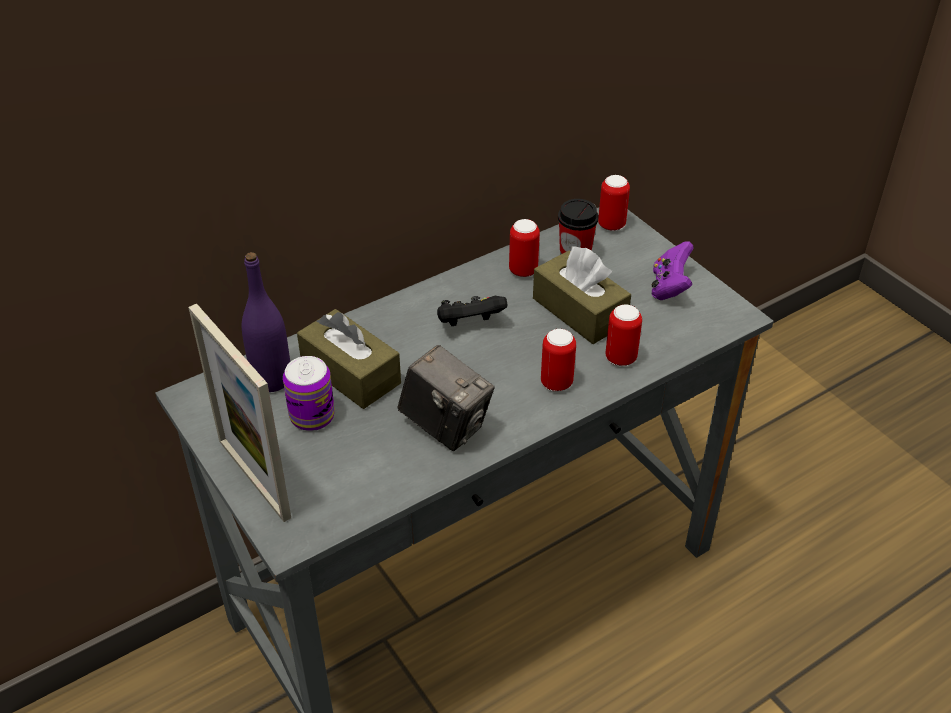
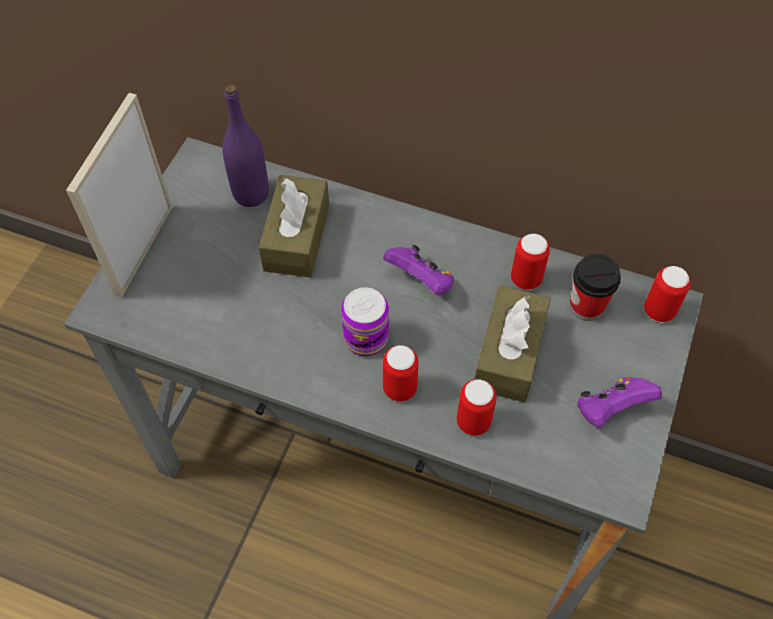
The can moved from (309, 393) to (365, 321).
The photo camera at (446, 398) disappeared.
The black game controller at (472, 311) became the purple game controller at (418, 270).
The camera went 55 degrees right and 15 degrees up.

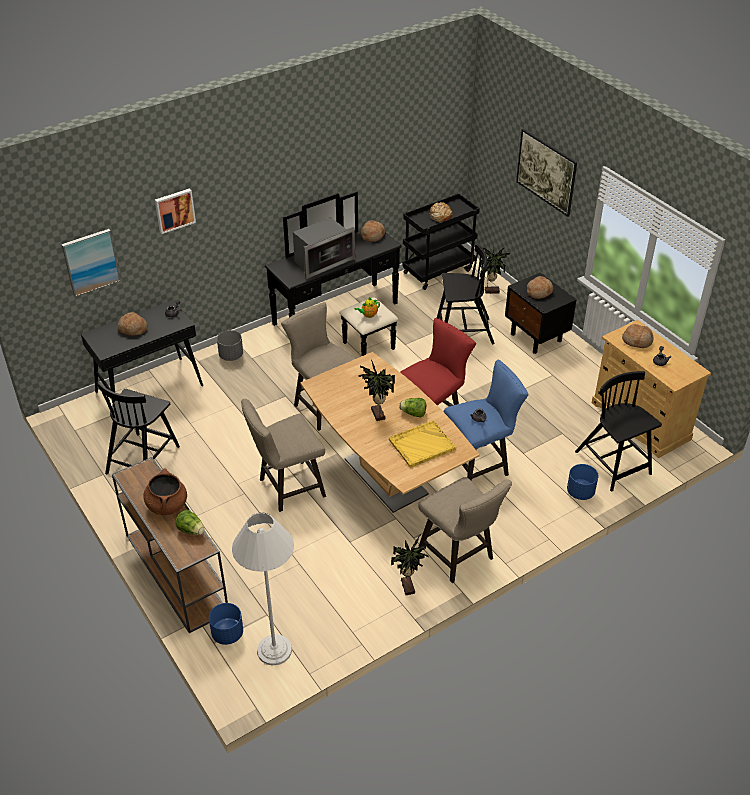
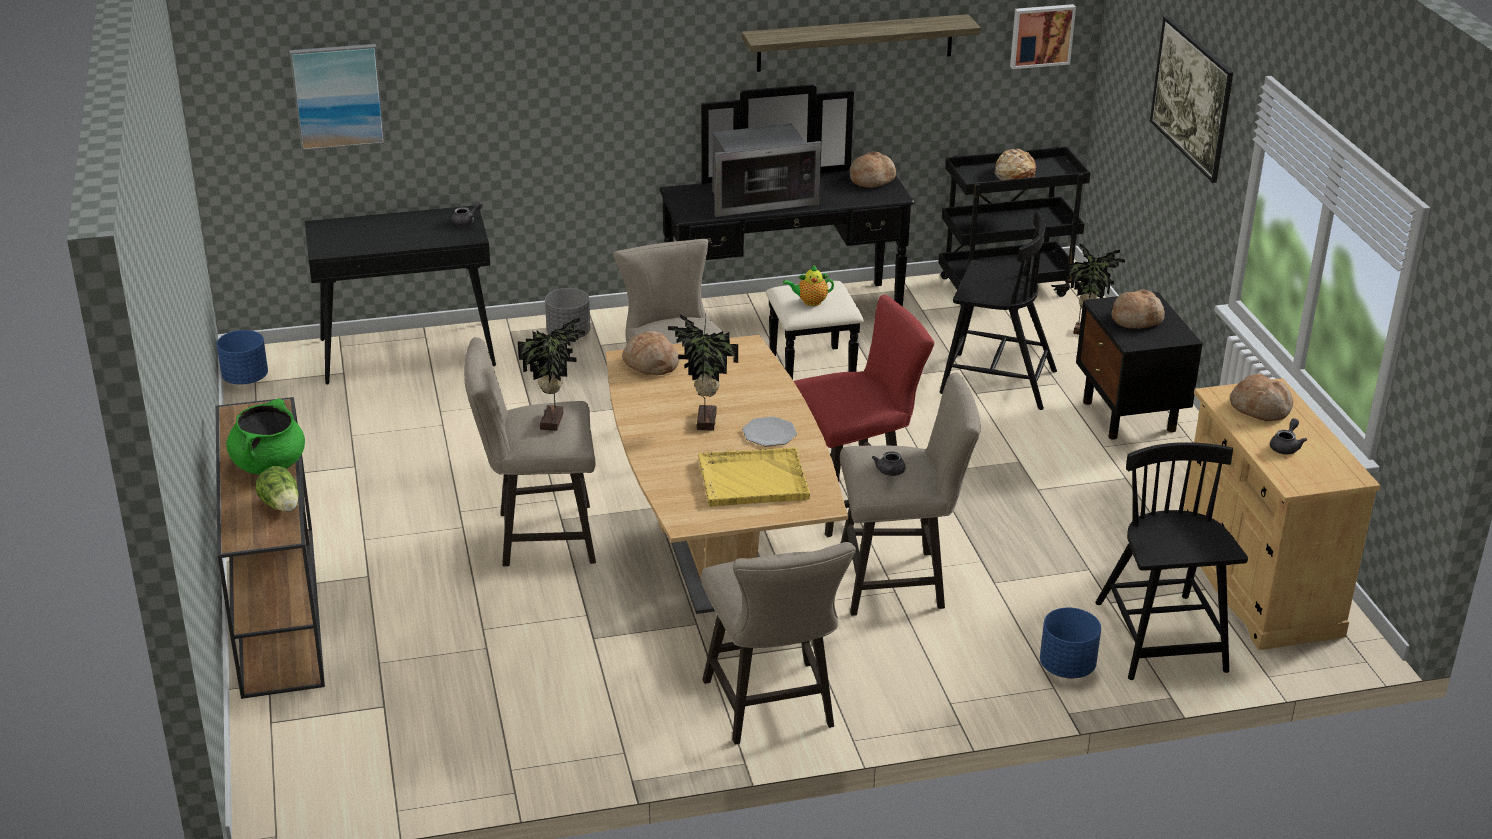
The black chair at (138, 427) disappeared.
The bread moved from (132, 324) to (650, 353).
The brown cooking pot at (165, 491) became the green cooking pot at (265, 437).
The picture moved from (175, 211) to (1043, 36).
The blue planter moved from (226, 624) to (242, 357).
The white floor lamp at (263, 589) disappeared.
The potted plant moved from (410, 564) to (551, 374).
The lettuce at (412, 407) was replaced by the plate at (769, 431).
The blue stool at (486, 420) became the beige stool at (910, 494).
The shelf at (861, 43) appeared.
The camera went 20 degrees right and 10 degrees down.

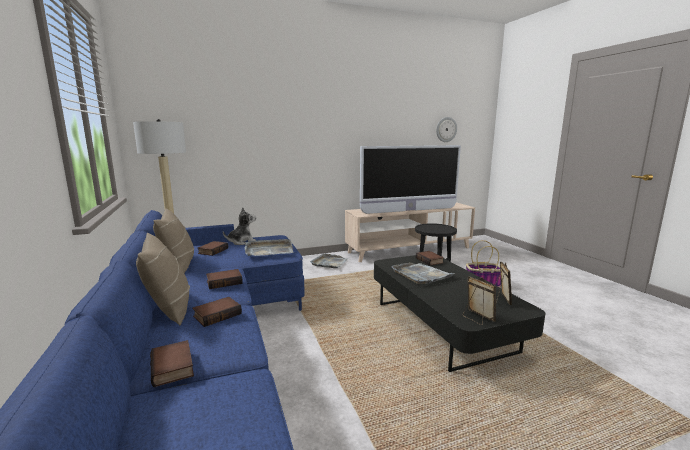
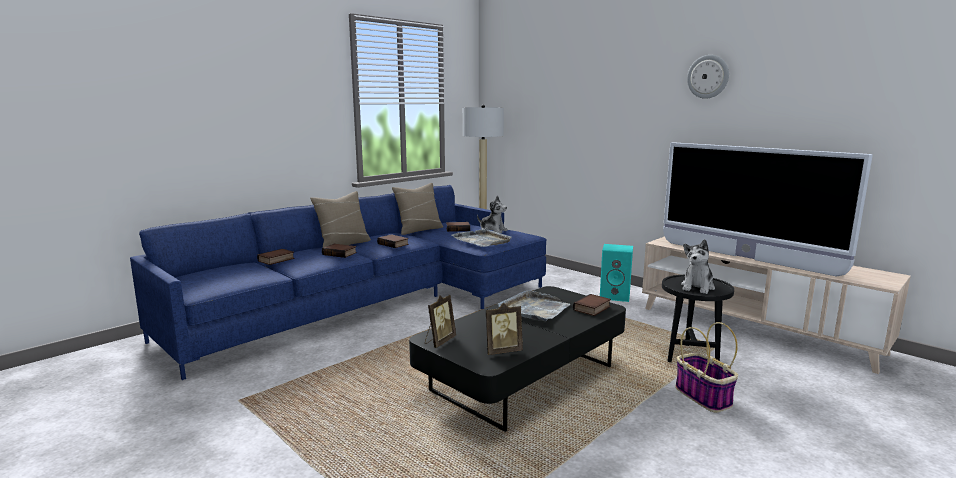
The grey tray at (329, 260) was replaced by the turquoise speaker at (616, 273).
The wall clock moved from (446, 129) to (708, 77).
The plush toy at (698, 266) appeared.
The camera went 65 degrees right and 0 degrees up.

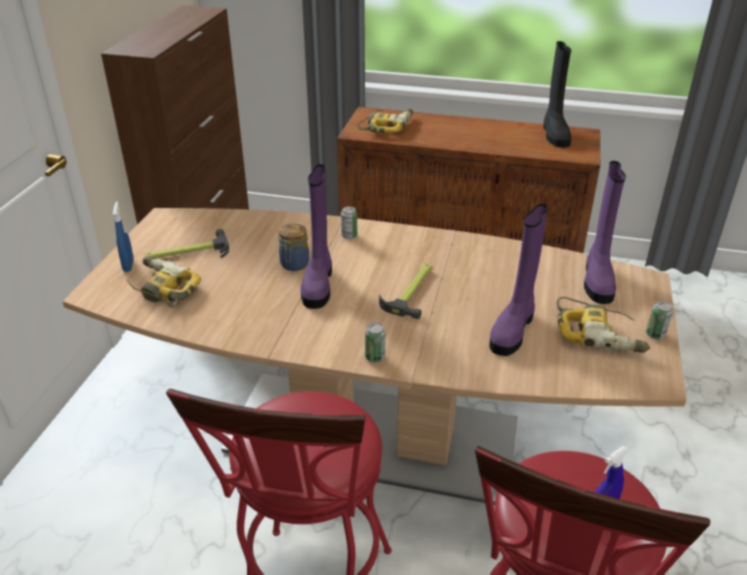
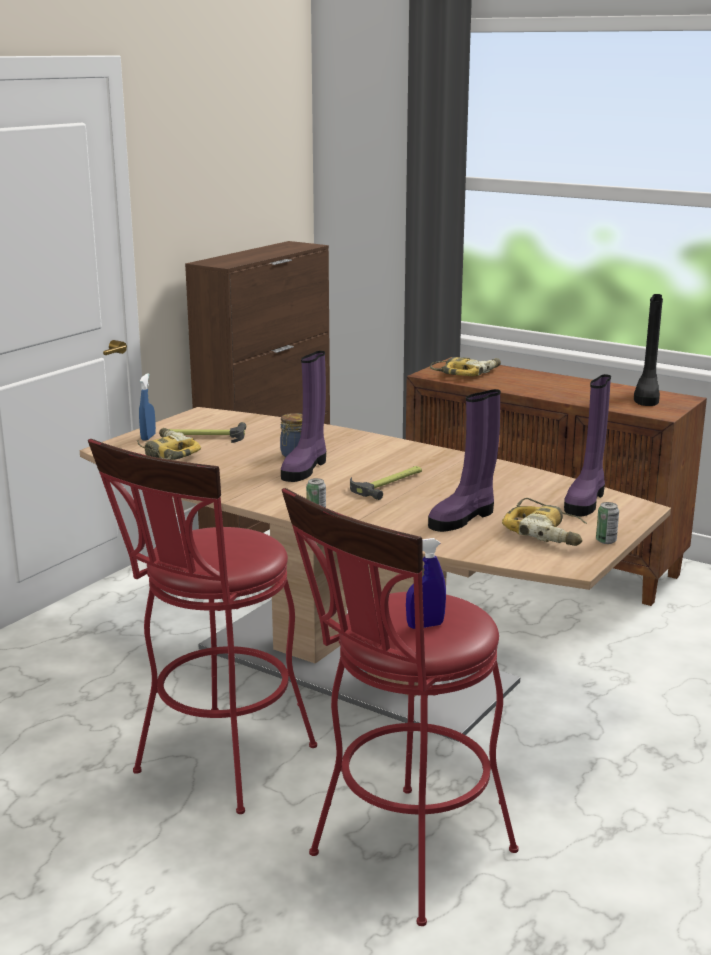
The can at (349, 222) disappeared.
The camera went 20 degrees right and 15 degrees down.

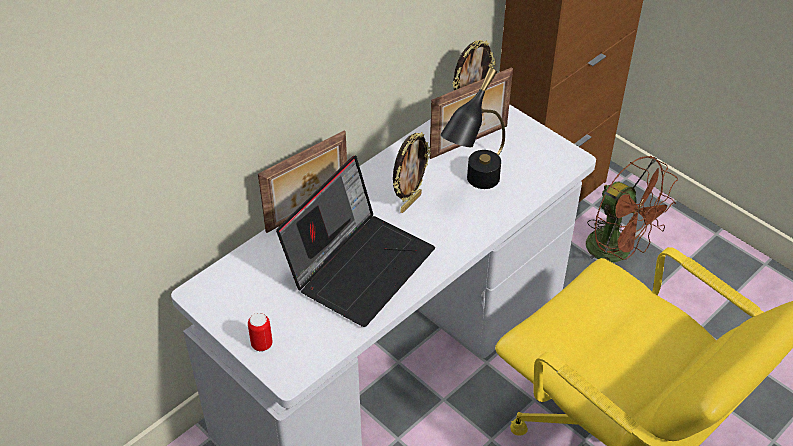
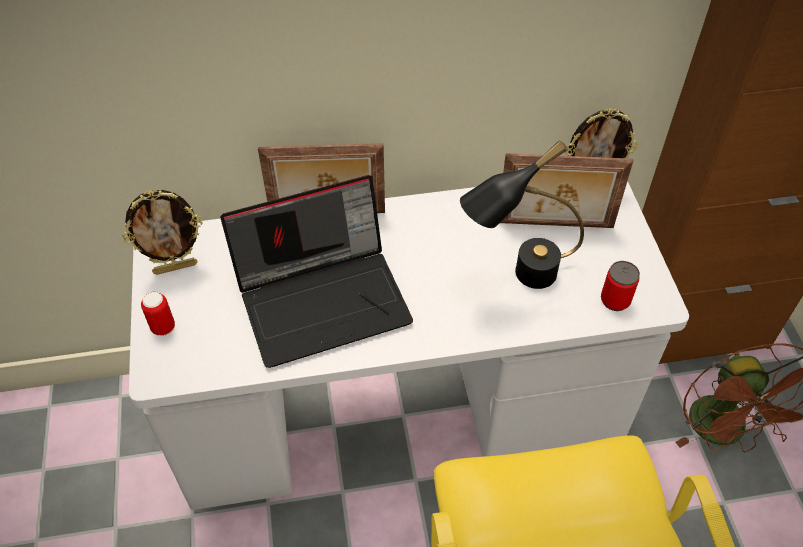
The picture frame moved from (412, 172) to (162, 232).
The can at (620, 286) appeared.
The camera went 35 degrees right and 5 degrees up.

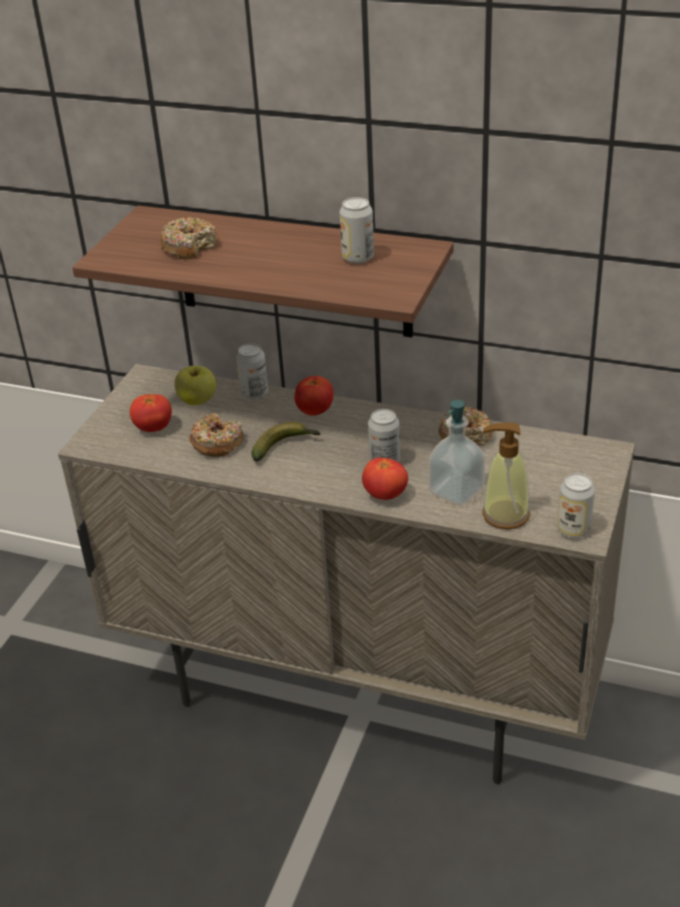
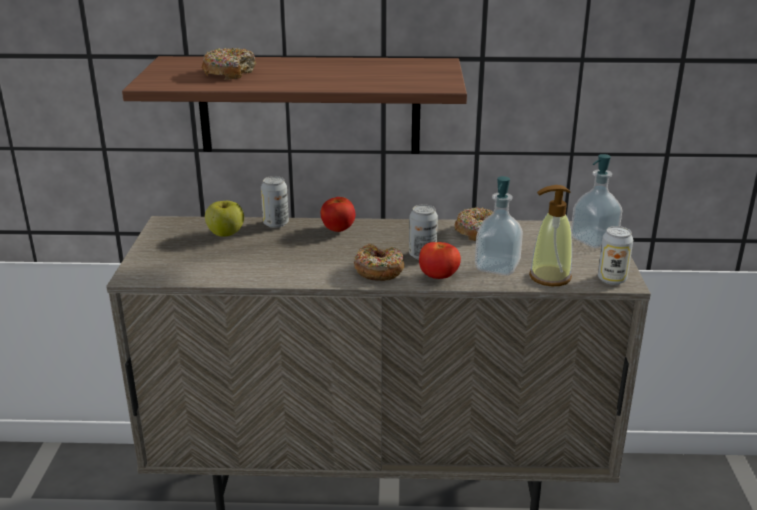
The tomato at (151, 413) disappeared.
The donut moved from (216, 435) to (379, 262).
The banana at (286, 442) disappeared.
The can at (357, 230) disappeared.
The soap dispenser at (596, 201) appeared.
The camera went 20 degrees left and 10 degrees down.

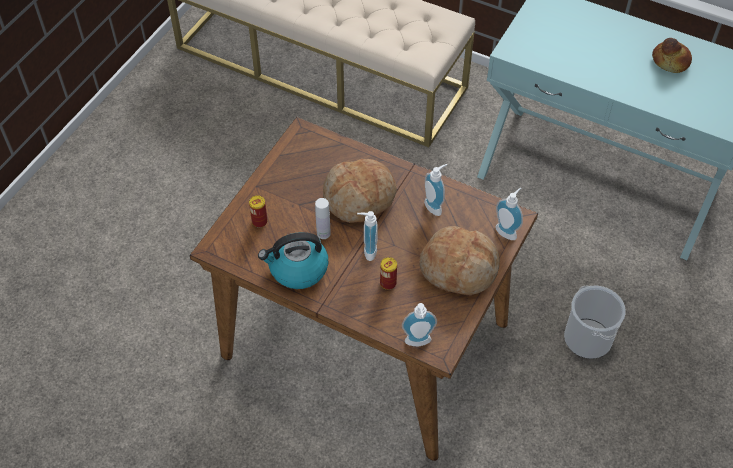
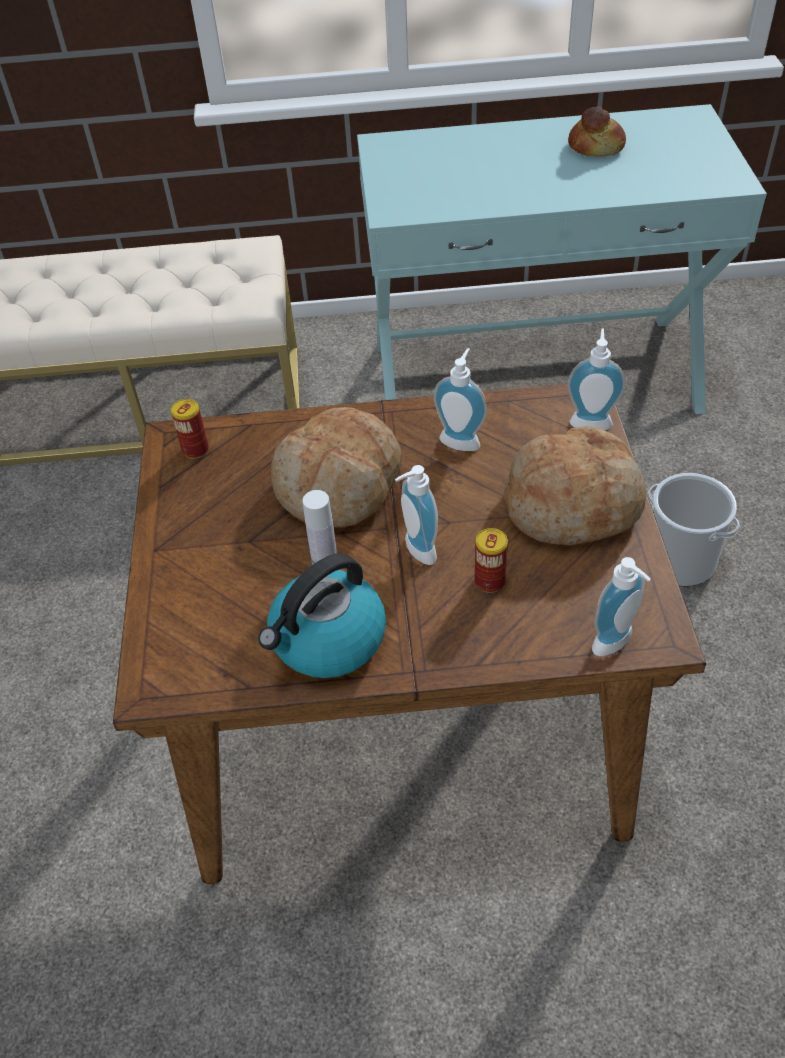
The can moved from (258, 211) to (190, 429).
The camera went 30 degrees left and 5 degrees down.

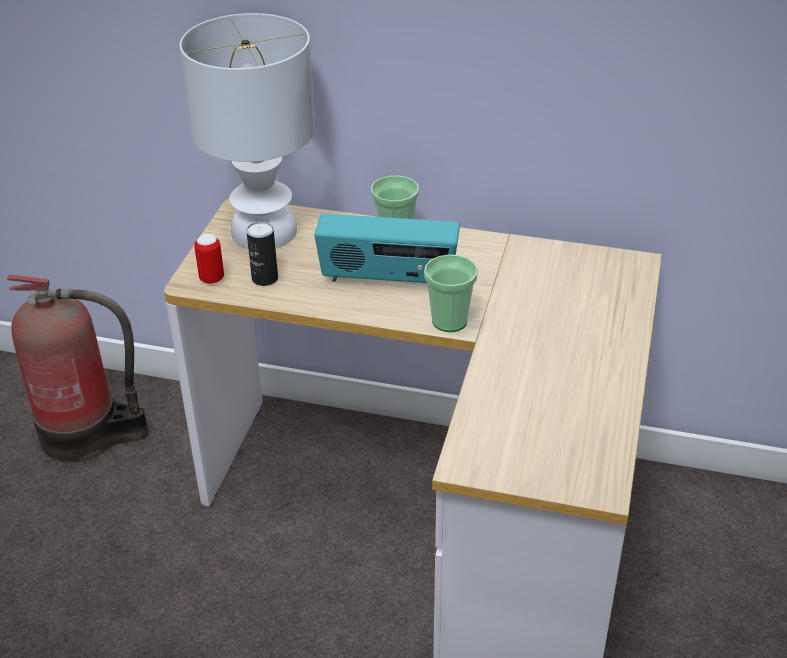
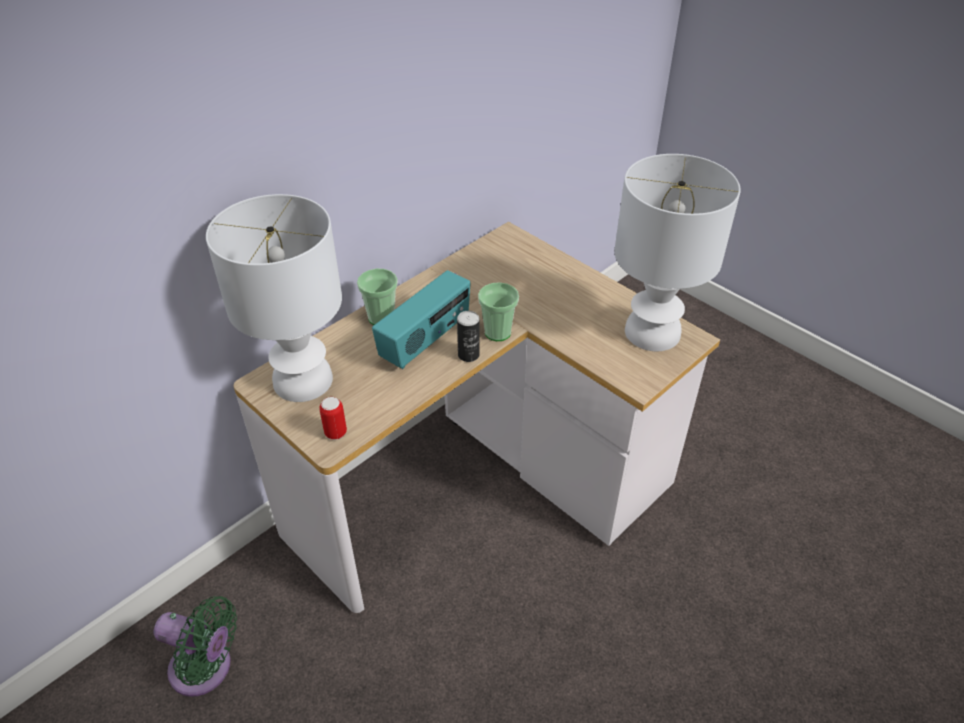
The fire extinguisher at (78, 368) was replaced by the green fan at (195, 646).
The can moved from (262, 253) to (468, 336).
The white table lamp at (677, 252) appeared.
The camera went 60 degrees left and 5 degrees up.

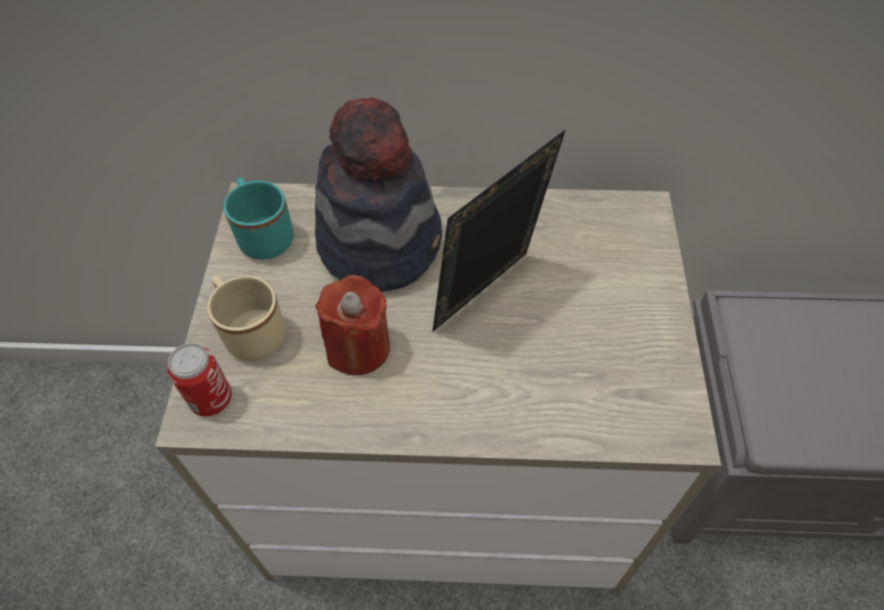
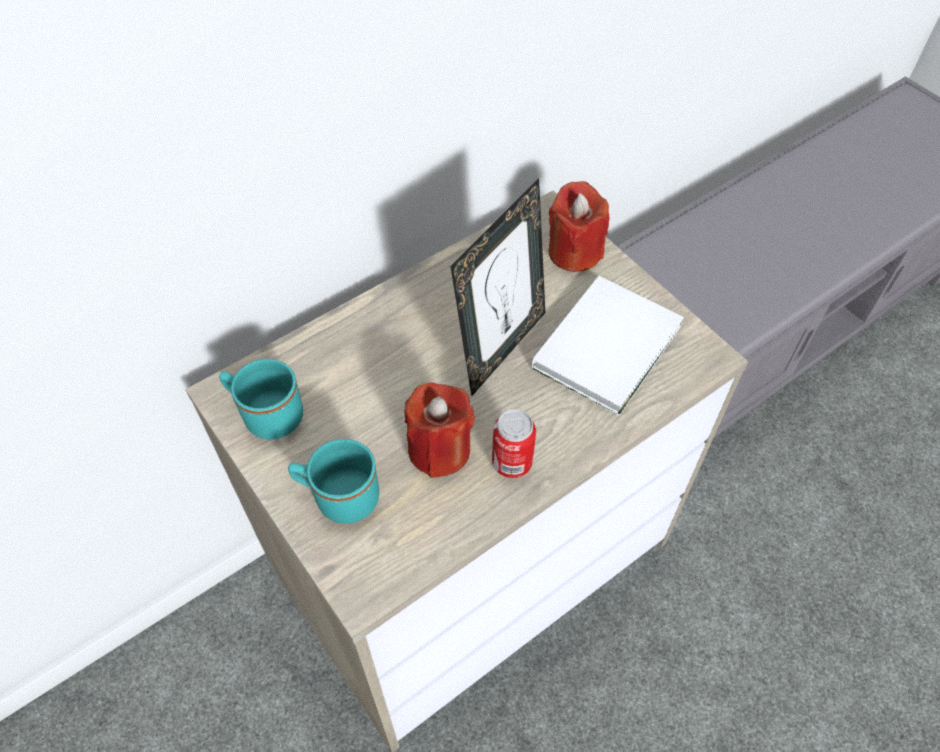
The can moved from (200, 379) to (514, 443).
The beige mug at (246, 318) became the turquoise mug at (333, 481).
The hat at (378, 195) disappeared.
The picture frame at (499, 230) turned 150 degrees counterclockwise.
The white book at (608, 346) appeared.
The red candle at (579, 226) appeared.
The camera went 40 degrees left and 0 degrees up.

